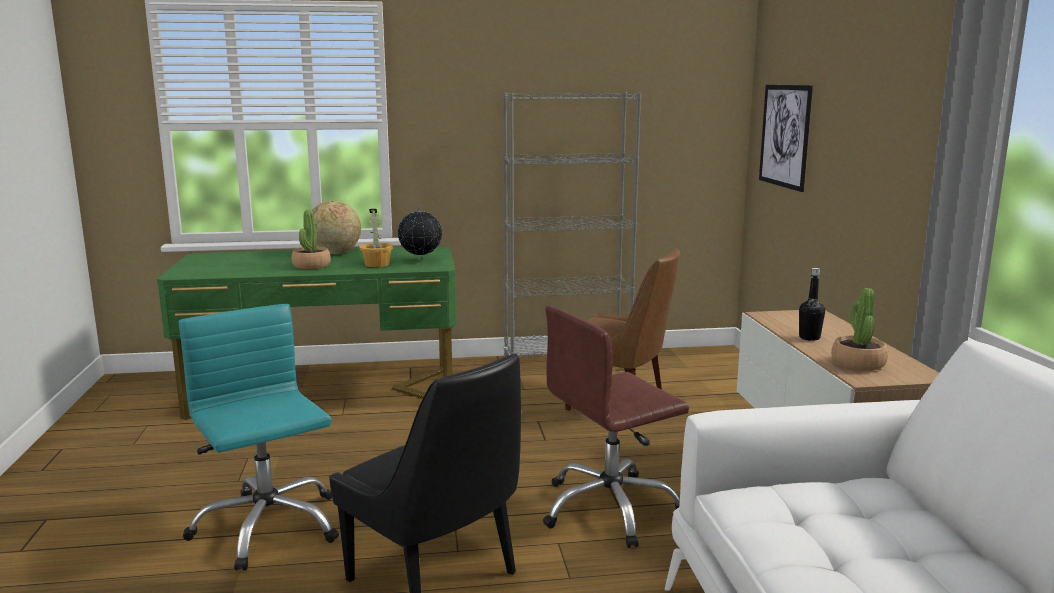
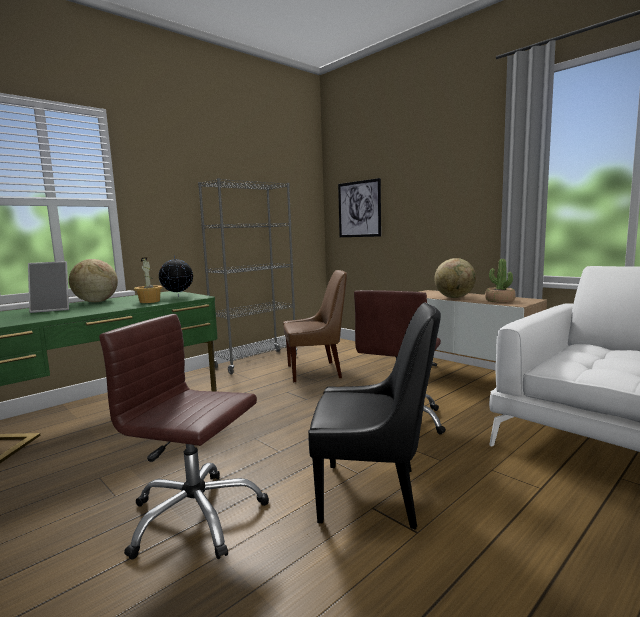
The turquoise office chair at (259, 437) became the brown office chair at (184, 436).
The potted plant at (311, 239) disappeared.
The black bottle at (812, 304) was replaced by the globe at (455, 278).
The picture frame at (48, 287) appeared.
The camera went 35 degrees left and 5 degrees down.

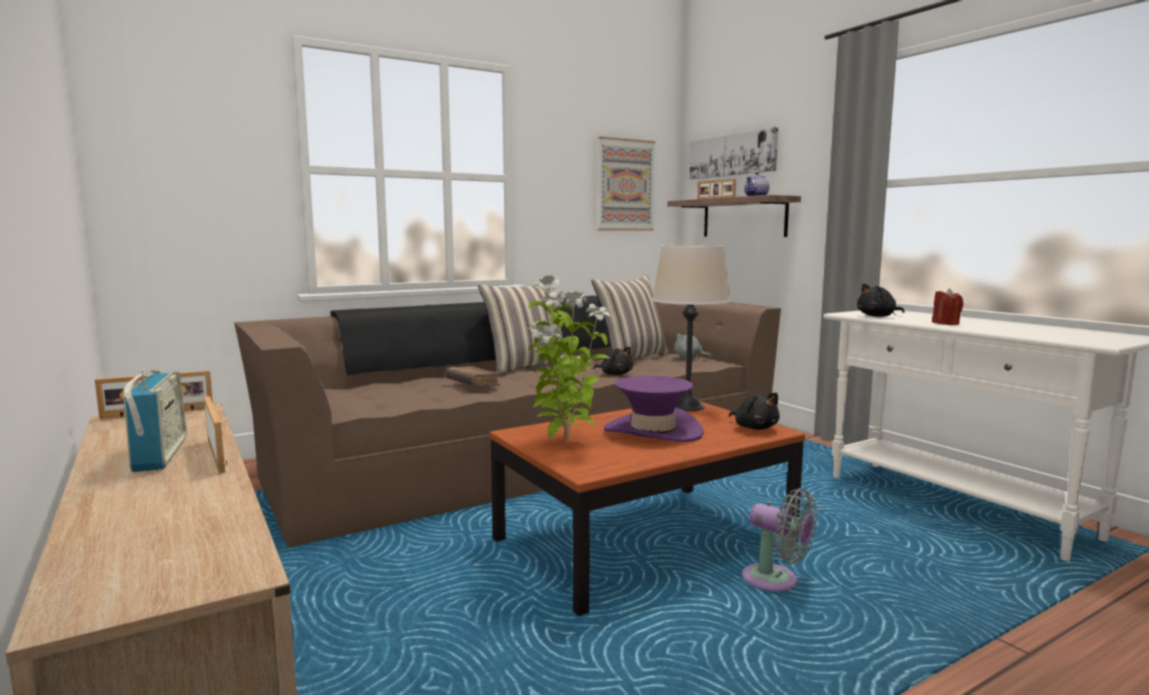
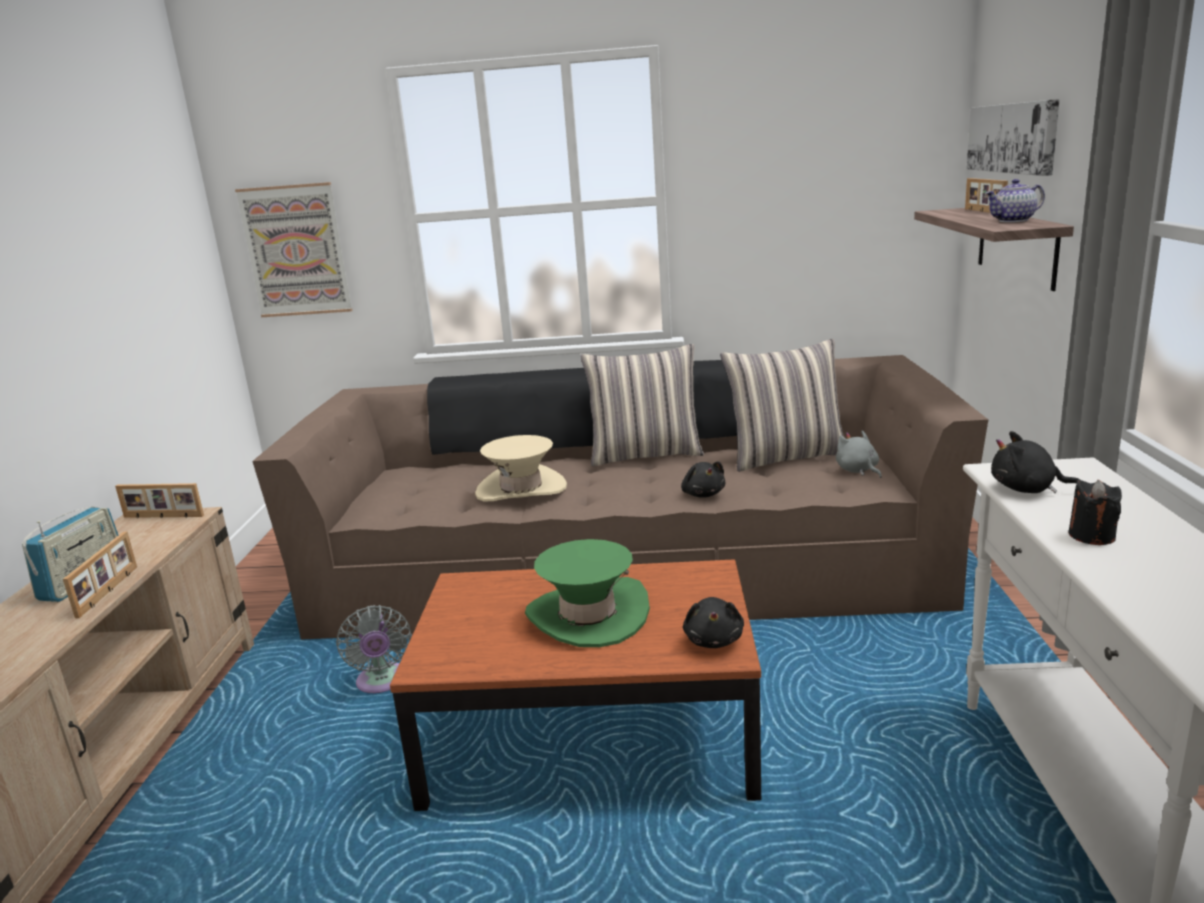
The brown book at (473, 376) was replaced by the beige hat at (521, 468).
The potted plant at (569, 358) disappeared.
The picture moved from (626, 183) to (293, 249).
The purple hat at (654, 409) became the green hat at (587, 593).
The beige table lamp at (691, 328) disappeared.
The grey fan moved from (779, 539) to (373, 649).
The red candle at (947, 307) became the black candle at (1095, 512).
The camera went 35 degrees right and 10 degrees up.

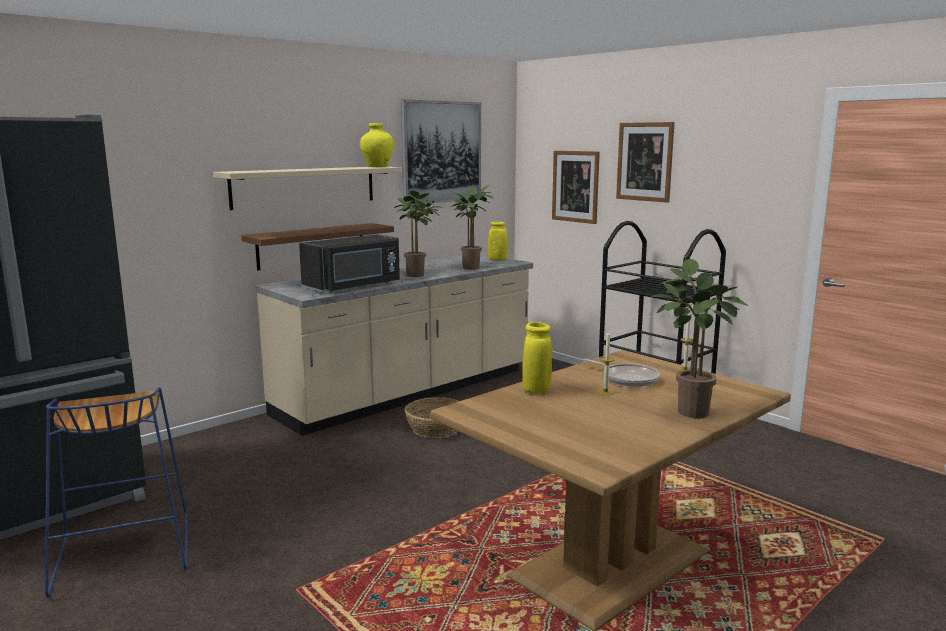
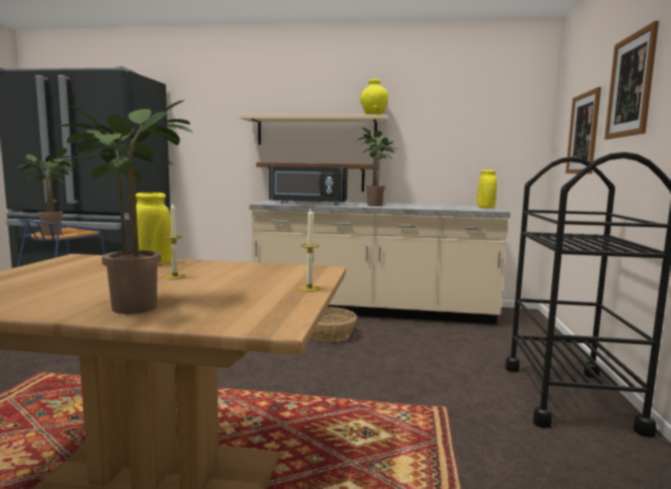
The picture at (441, 151) disappeared.
The potted plant moved from (472, 227) to (47, 191).
The frying pan at (622, 373) disappeared.
The camera went 50 degrees right and 5 degrees down.

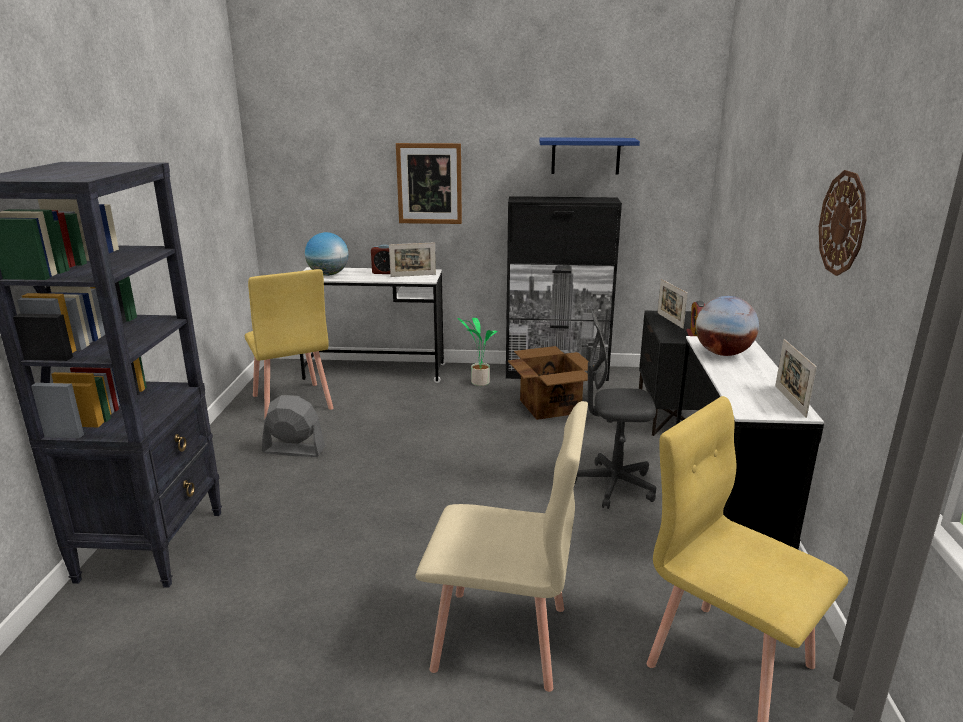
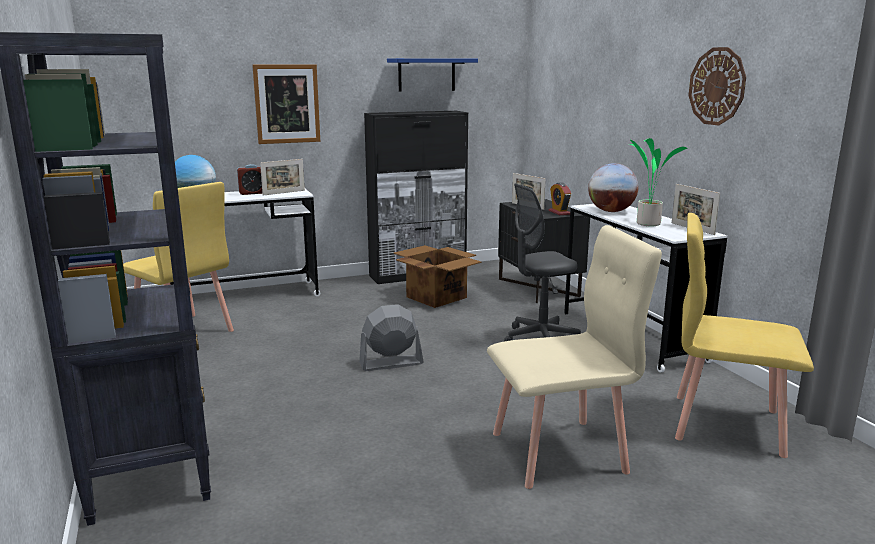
The grey fan moved from (293, 426) to (391, 337).
The potted plant moved from (477, 352) to (657, 182).
The camera went 25 degrees left and 5 degrees down.

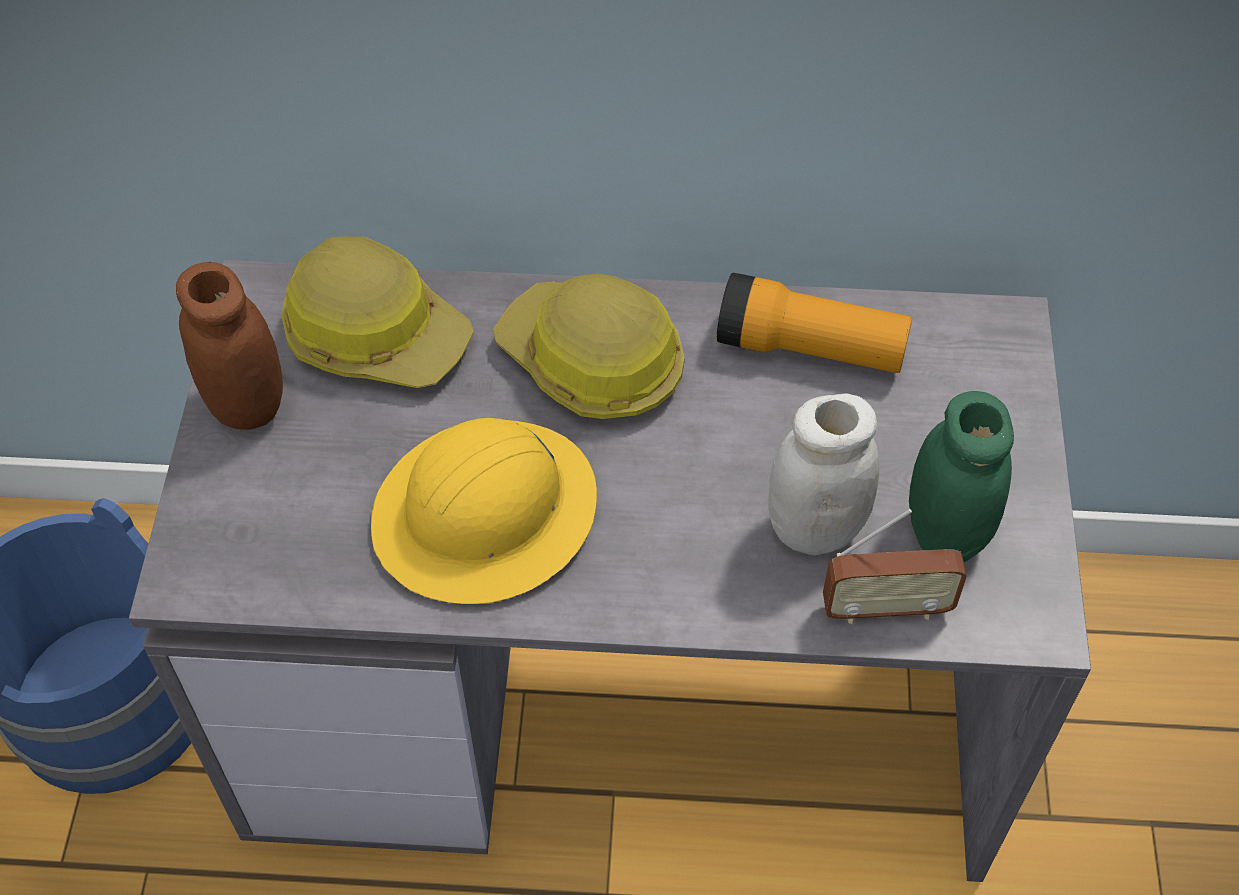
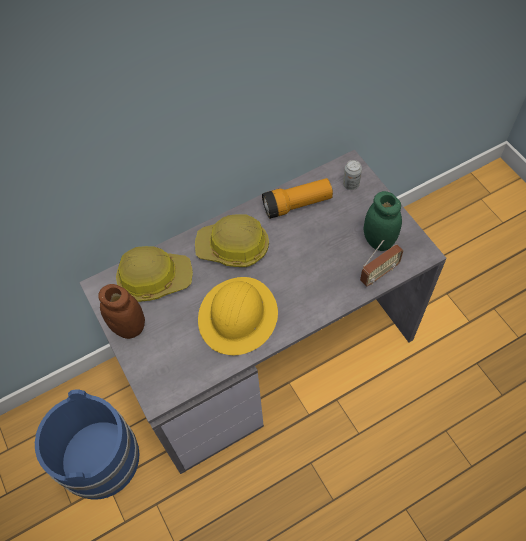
The white jar at (823, 474) disappeared.
The can at (352, 175) appeared.
The camera went 30 degrees left and 5 degrees up.

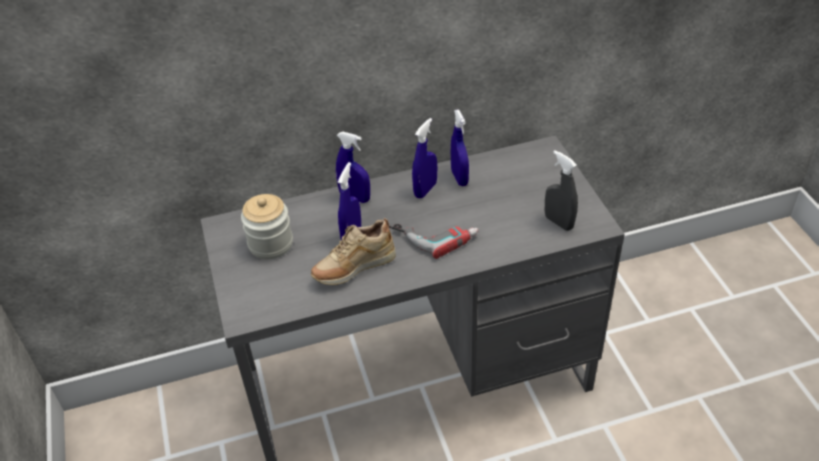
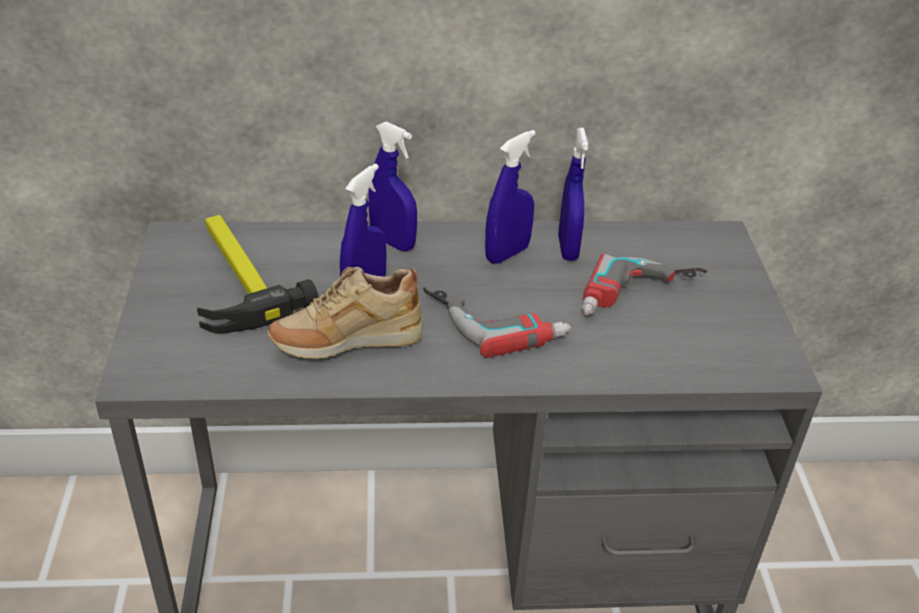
The jar at (267, 226) was replaced by the hammer at (257, 274).
The grey spray bottle at (561, 190) disappeared.
The power drill at (644, 284) appeared.
The camera went 10 degrees right and 5 degrees down.

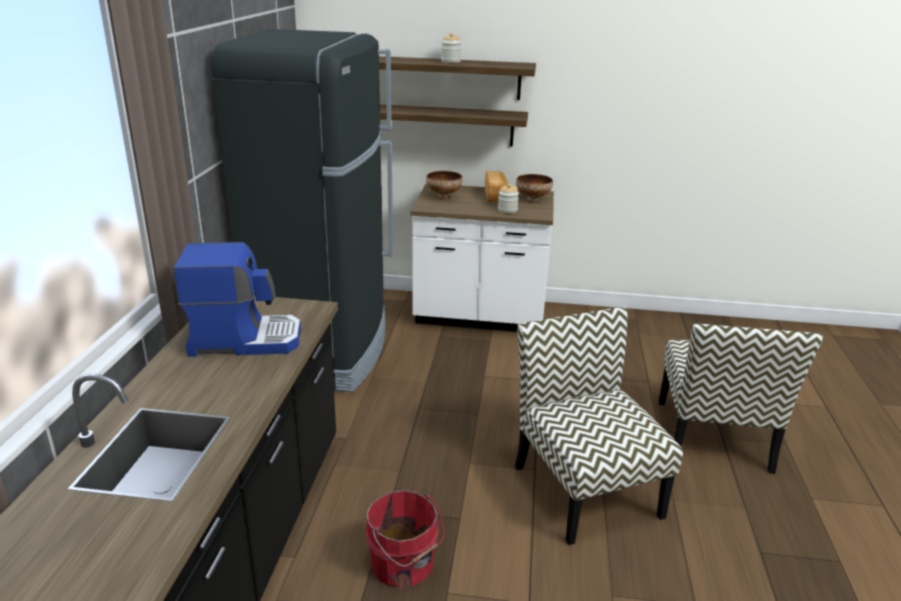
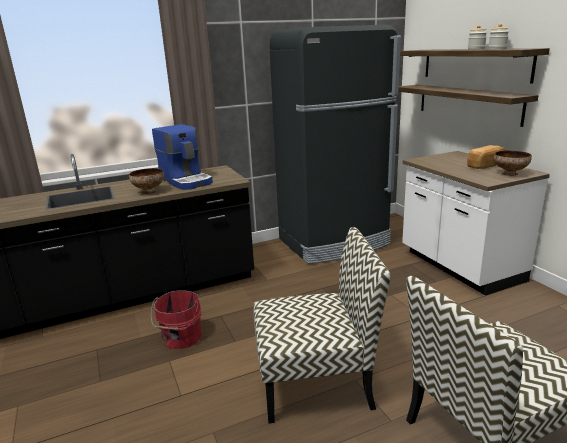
The bowl moved from (444, 185) to (146, 181).
The jar moved from (508, 198) to (498, 36).
The chair at (599, 426) turned 45 degrees clockwise.
The camera went 60 degrees right and 5 degrees down.

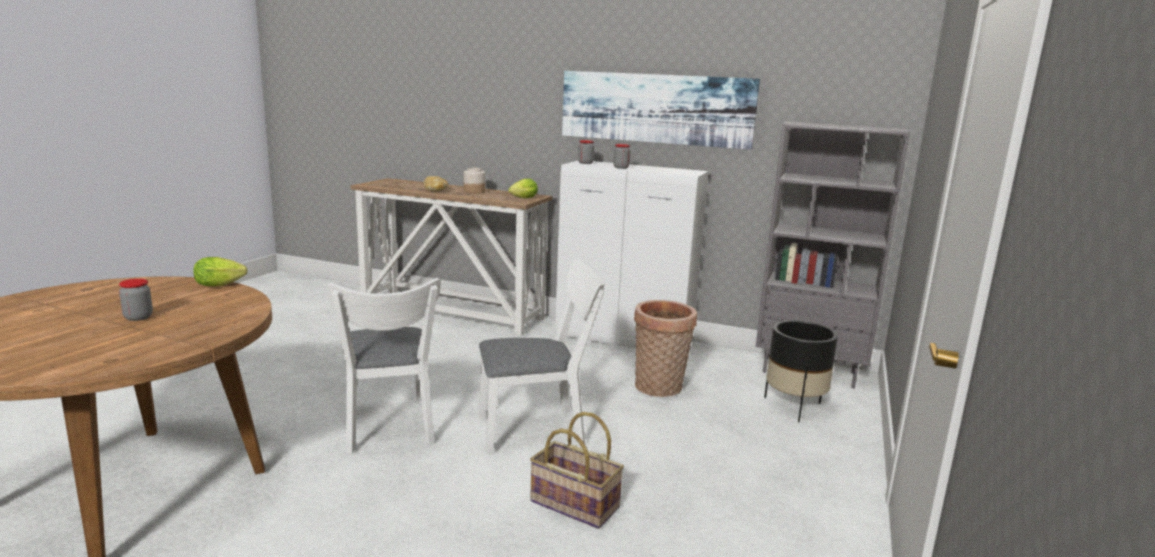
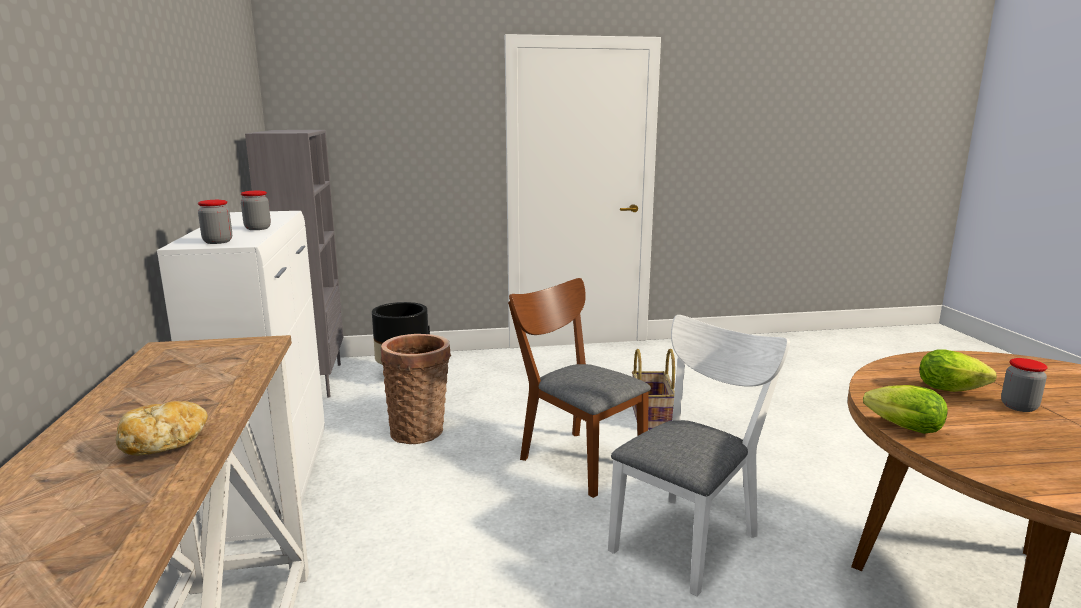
The jar at (474, 181) disappeared.
The white chair at (542, 357) became the brown chair at (579, 388).
The lettuce moved from (523, 188) to (958, 370).
The picture at (661, 110) disappeared.
The camera went 120 degrees left and 0 degrees up.

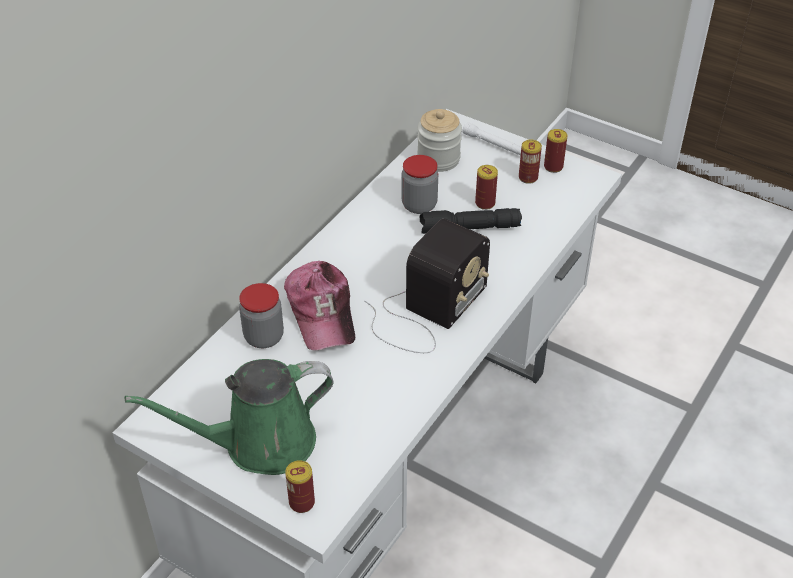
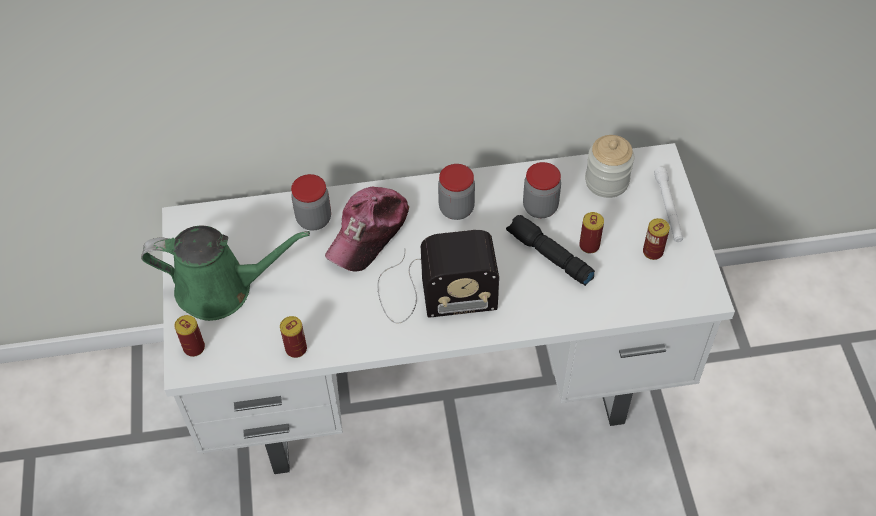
The green watering can at (229, 417) turned 150 degrees clockwise.
The can moved from (555, 151) to (293, 337).
The jar at (456, 192) appeared.
The camera went 50 degrees right and 10 degrees up.

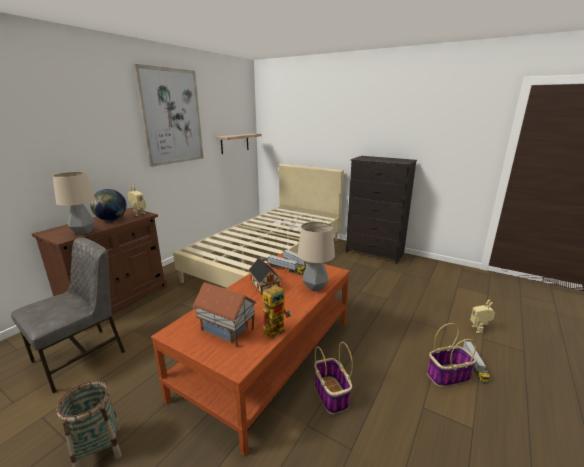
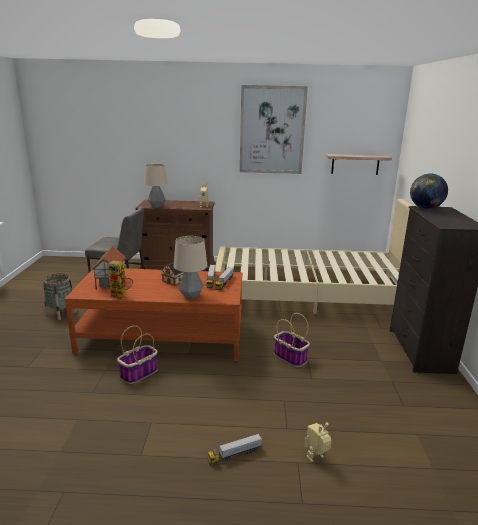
The globe moved from (108, 205) to (429, 191).
The basket moved from (452, 355) to (292, 340).
The camera went 60 degrees right and 0 degrees up.

